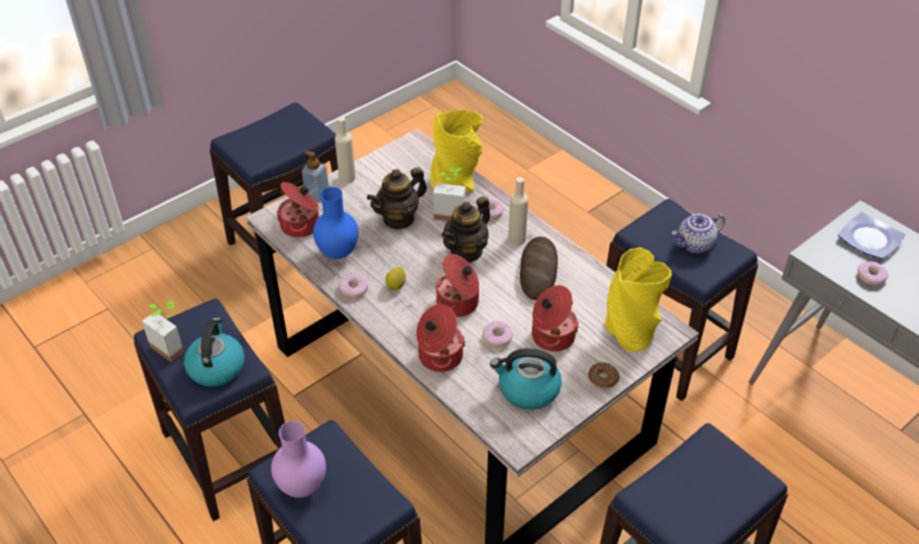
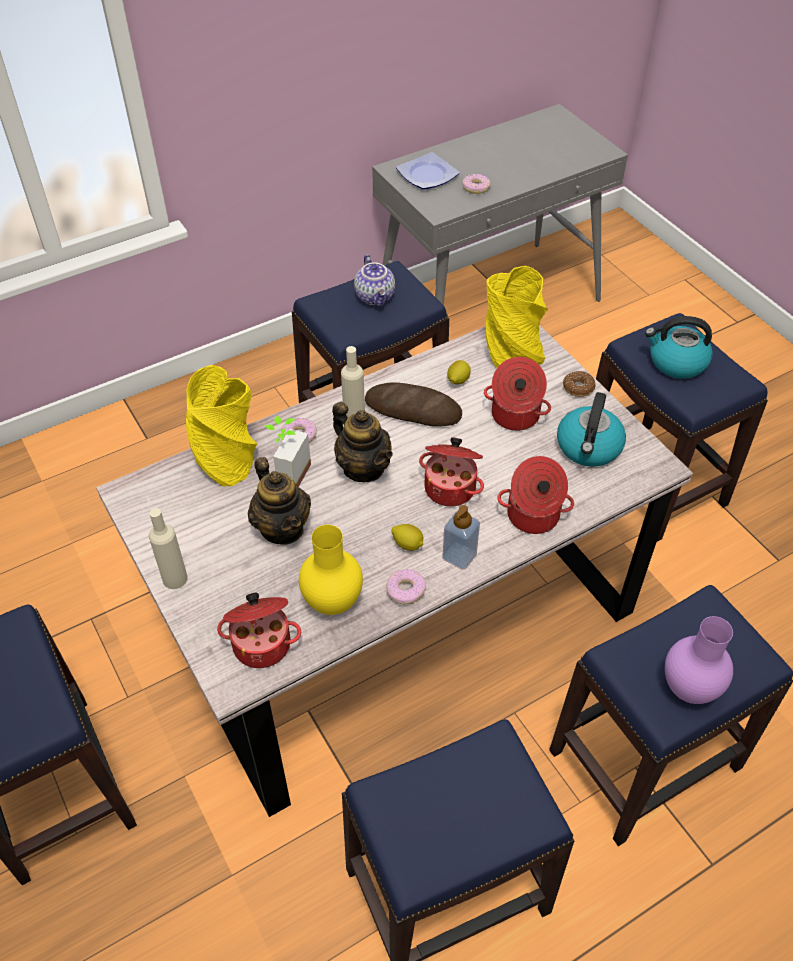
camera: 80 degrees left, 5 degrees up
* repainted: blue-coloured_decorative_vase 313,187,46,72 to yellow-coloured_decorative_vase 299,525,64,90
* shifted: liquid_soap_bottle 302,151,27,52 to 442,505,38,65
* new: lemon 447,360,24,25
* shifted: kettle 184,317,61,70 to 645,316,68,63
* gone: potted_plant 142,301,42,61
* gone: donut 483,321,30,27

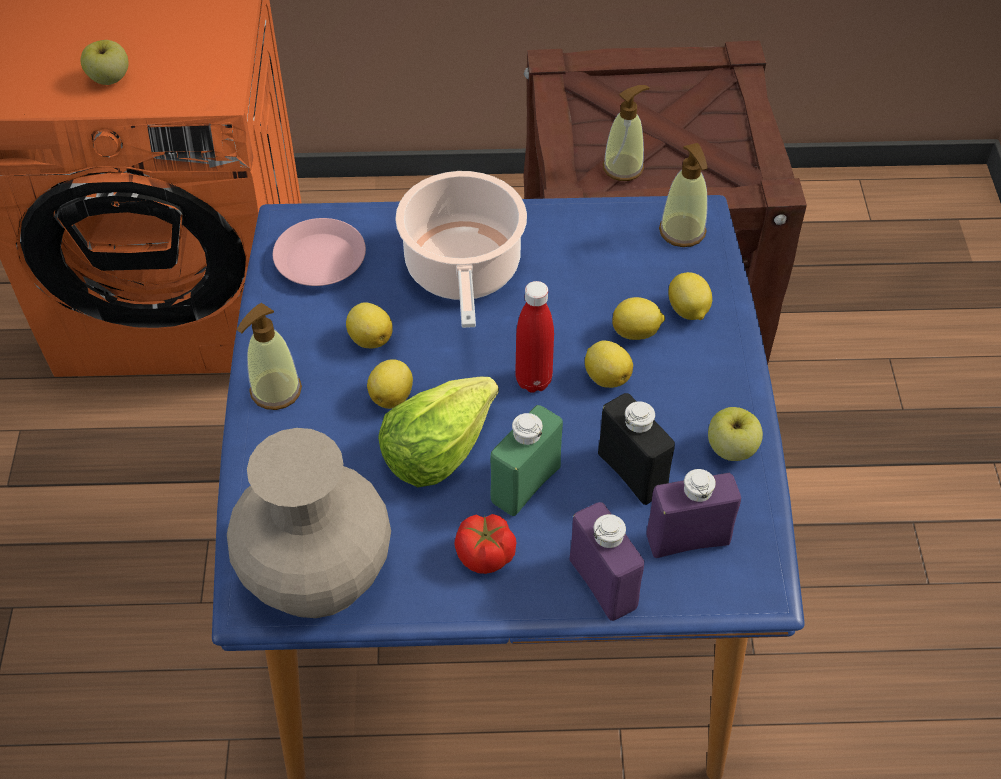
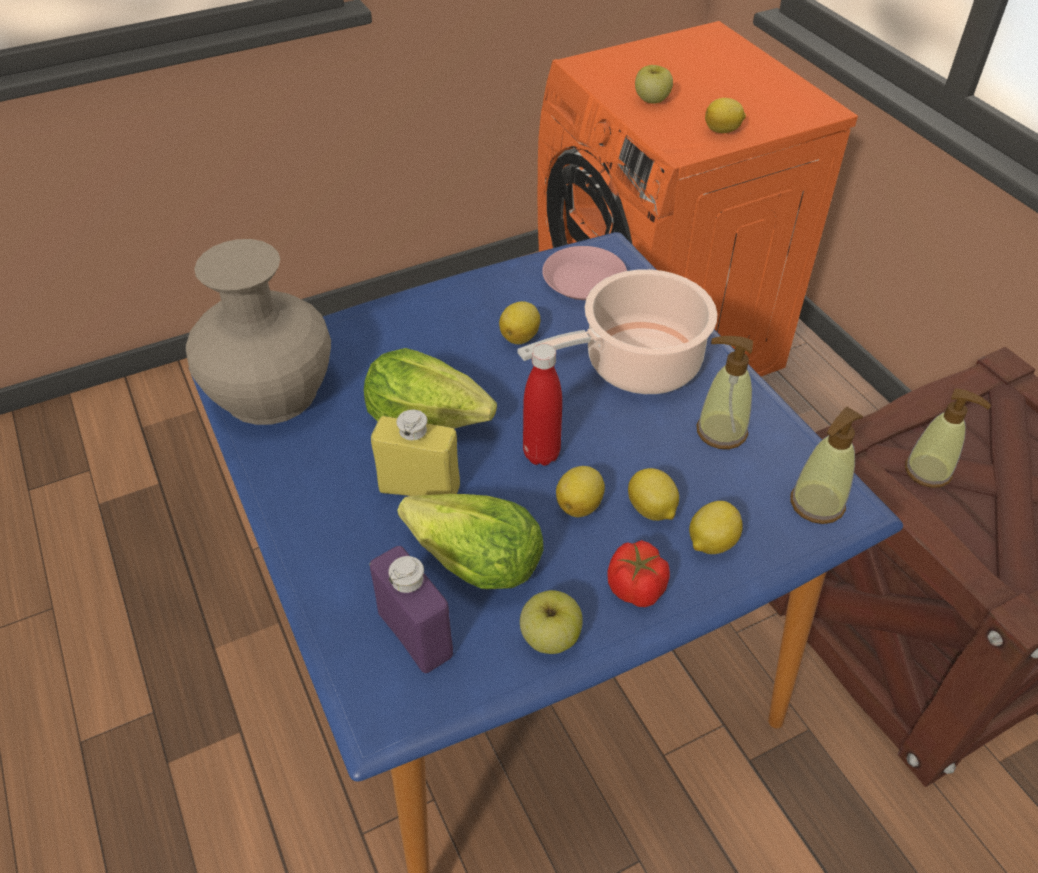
camera: 65 degrees right, 5 degrees down
* repainted: greenish_drink_bottle 490,405,73,111 to yellow-coloured_drink_bottle 371,410,89,86
* swapped: black-coloured_drink_bottle 598,393,77,112 to lettuce 397,494,147,95
* shifted: tomato 454,514,62,60 to 607,540,63,67
* shifted: liquid_soap_bottle 237,303,65,107 to 697,336,56,113
* shifted: lemon 367,359,46,50 to 705,98,41,35
* gone: purplish_drink_bottle 570,502,74,119

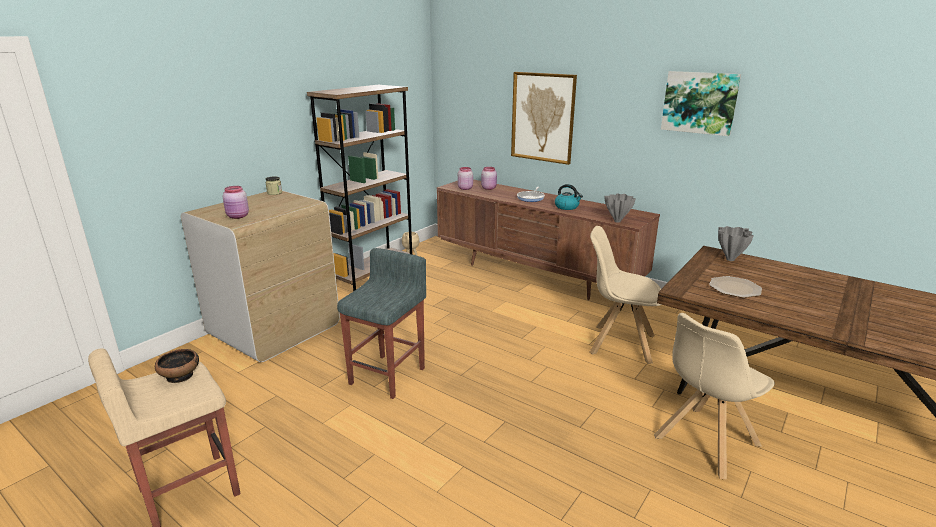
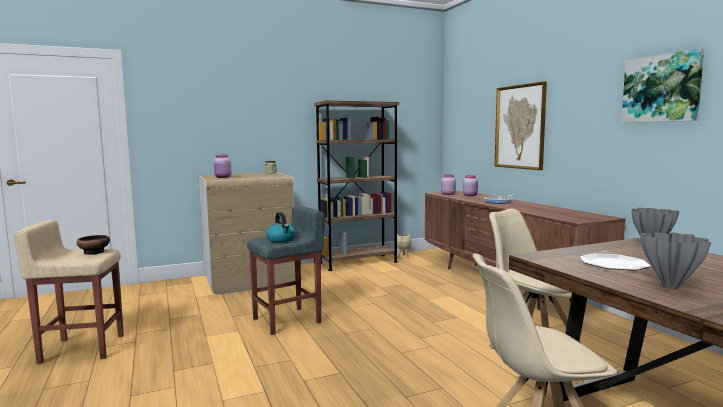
camera: 30 degrees right, 15 degrees down
* shifted: kettle 555,184,28,26 to 266,212,30,30
* shifted: grey_decorative_vase 605,193,31,30 to 640,232,71,58

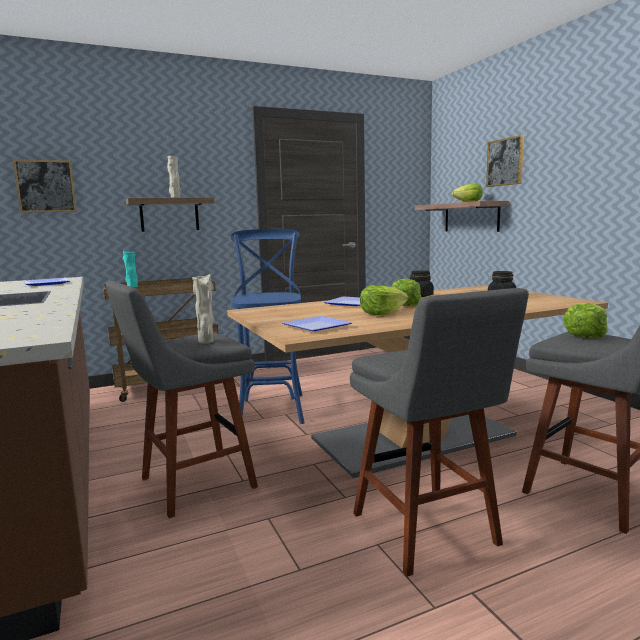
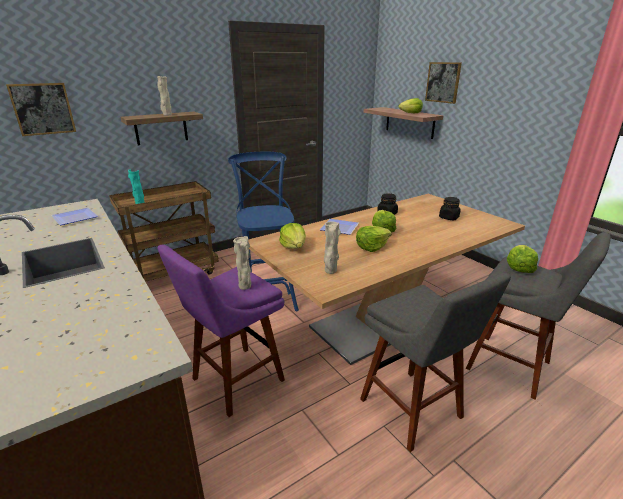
camera: 10 degrees left, 15 degrees up
* repainted: grey_sitting_stool 106,281,152,237 to purplish_sitting_stool 157,245,128,172
* new: lettuce 279,223,27,26
* swapped: dinner_plate 282,316,71,15 to beige_decorative_vase 324,222,17,52

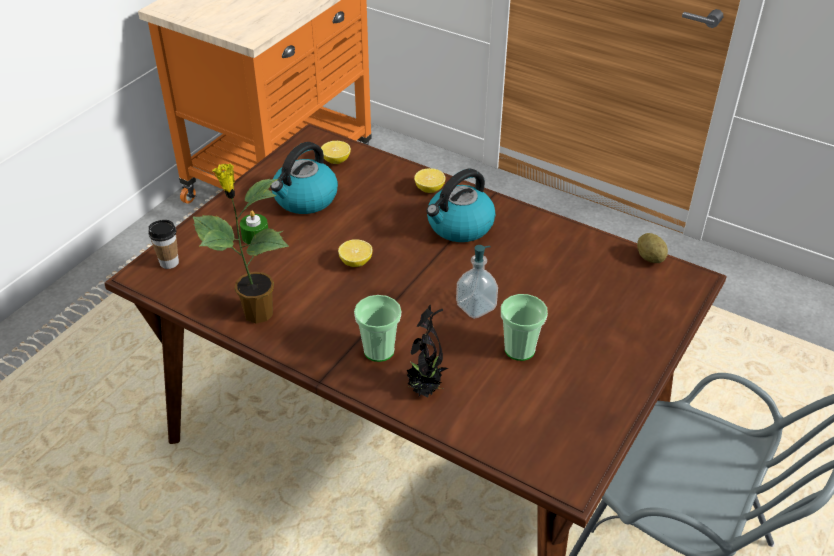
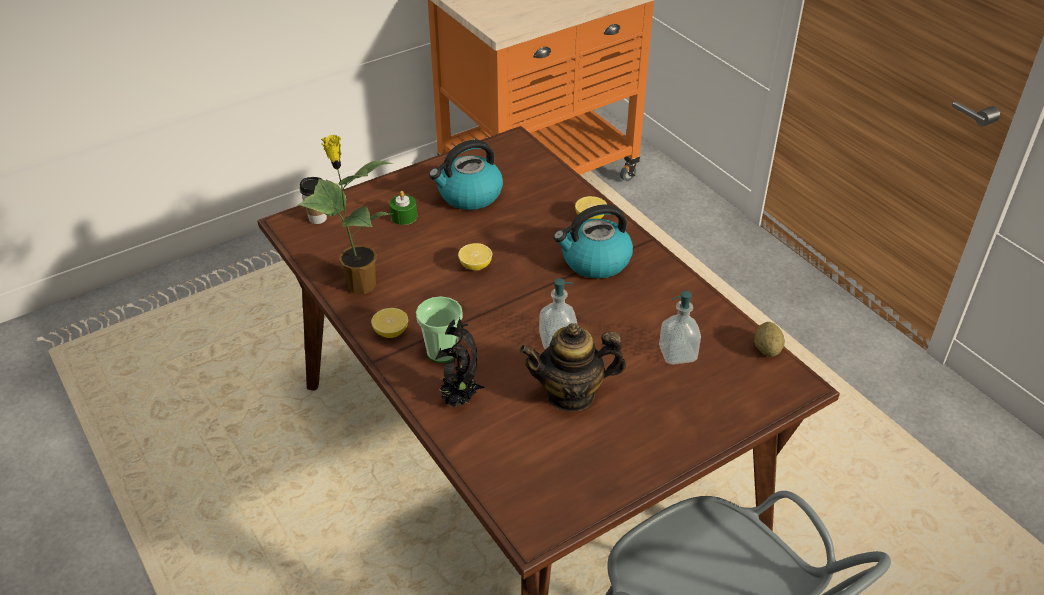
camera: 25 degrees right, 0 degrees up
* shifted: lemon 321,141,30,23 to 371,308,37,30
* swapped: drinking_cup 501,294,47,67 to pot_for_tea 519,323,107,89
* new: liquid_soap_bottle 659,291,42,74

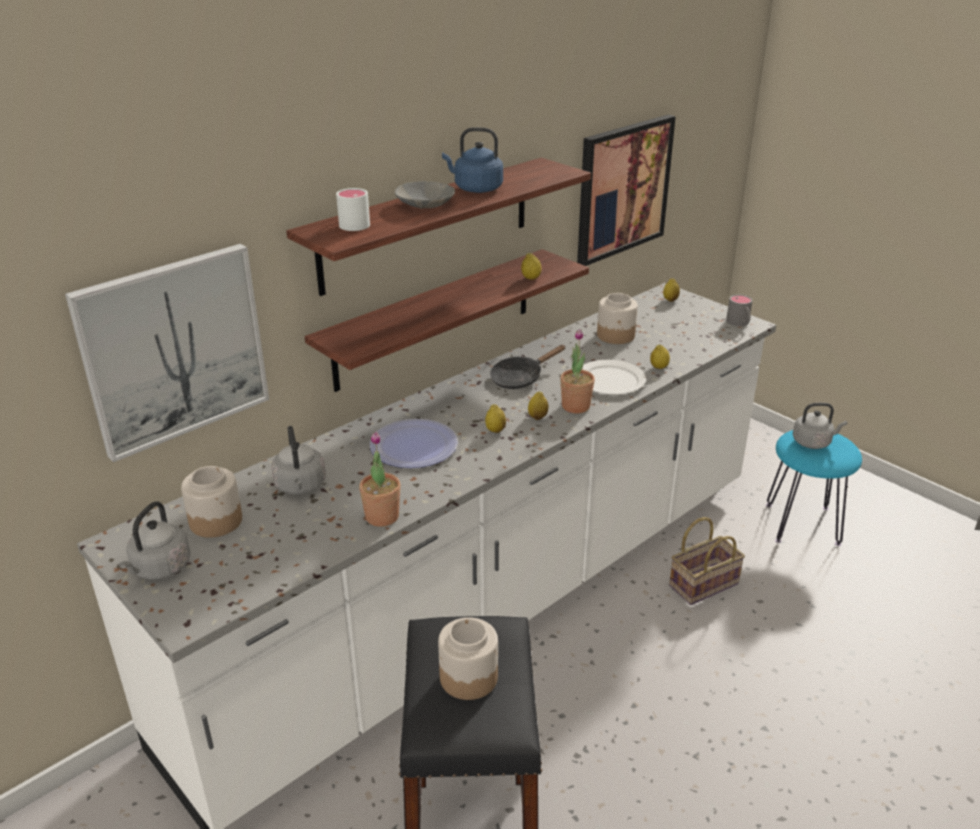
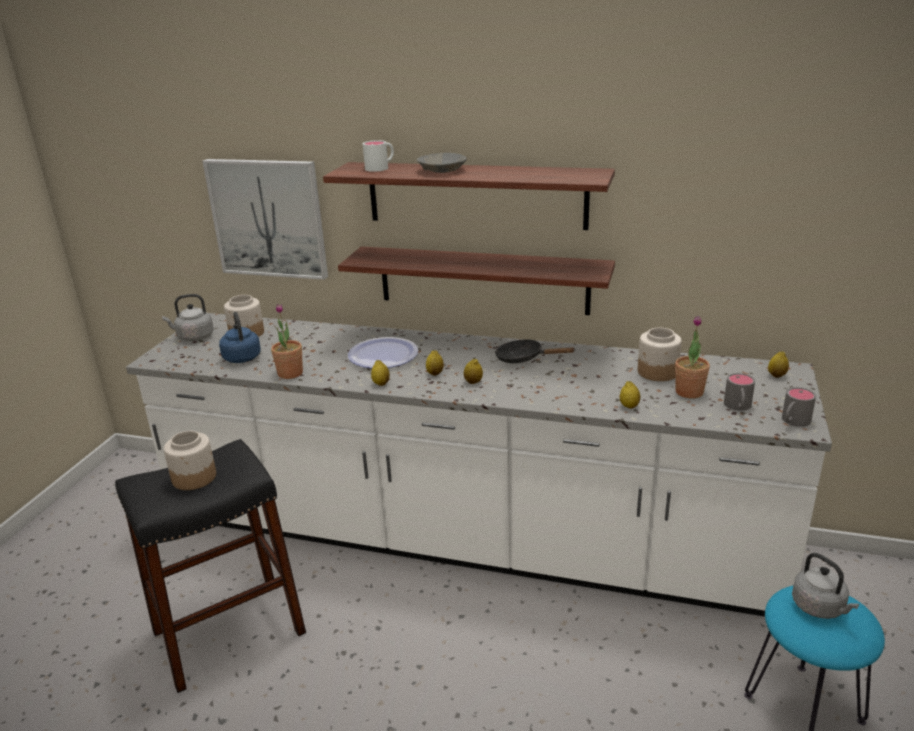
camera: 60 degrees right, 5 degrees down
* shifted: blue-coloured_kettle 442,127,61,66 to 219,312,42,51
* shifted: lemon 521,253,21,27 to 371,360,19,26
* shifted: potted_plant 560,329,35,84 to 675,316,35,82
* new: grey_coffee_mug 724,373,31,38
* gone: grey_kettle 272,426,54,68
* gone: picture 577,115,99,151
* gone: white_dinner_plate 582,360,64,34
* gone: storage_basket 669,517,76,88

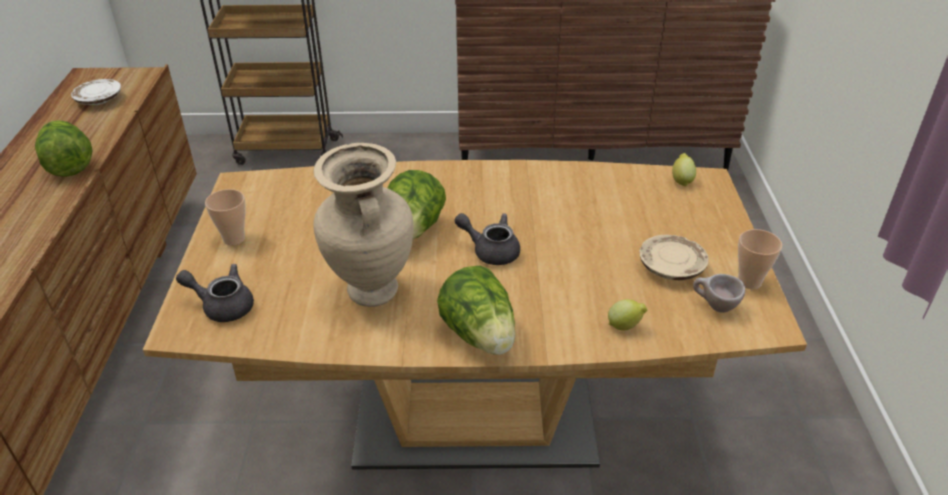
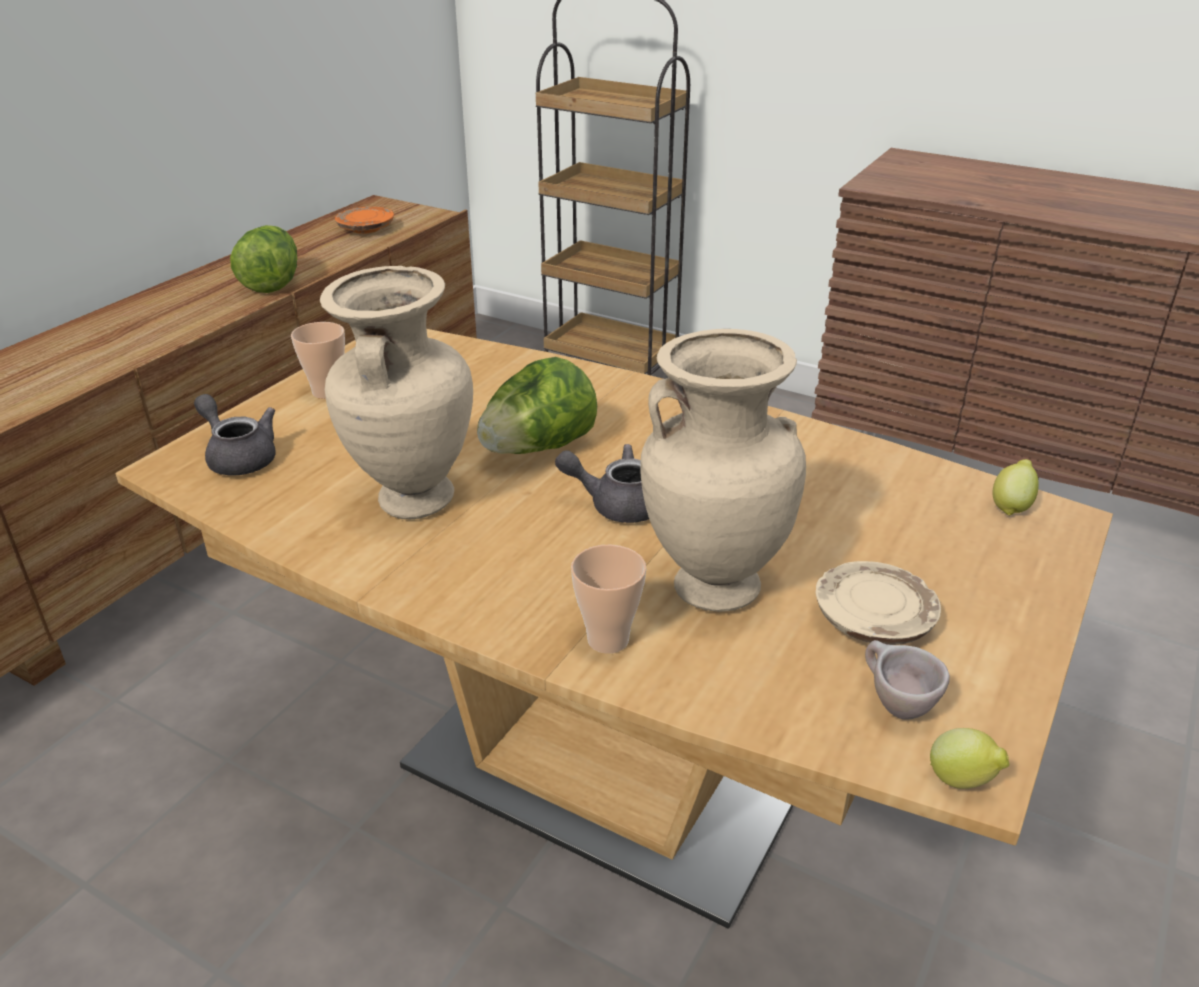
camera: 30 degrees right, 5 degrees down
* repainted: white_dinner_plate 71,79,50,26 to orange-coloured_dinner_plate 335,207,59,27
* rotated: grey_pot_for_tea 454,213,66,52 = 555,444,94,79 45 degrees counterclockwise
* shifted: drinking_cup 738,229,44,60 to 571,545,75,109
* new: beige_decorative_vase 640,329,166,283
* shifted: lemon 608,299,39,32 to 930,728,79,61
* gone: lettuce 437,266,78,89

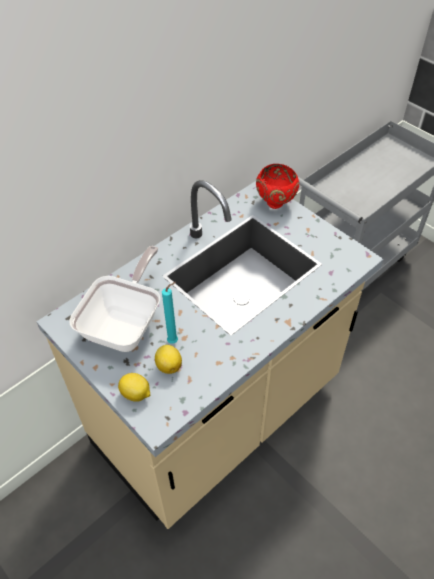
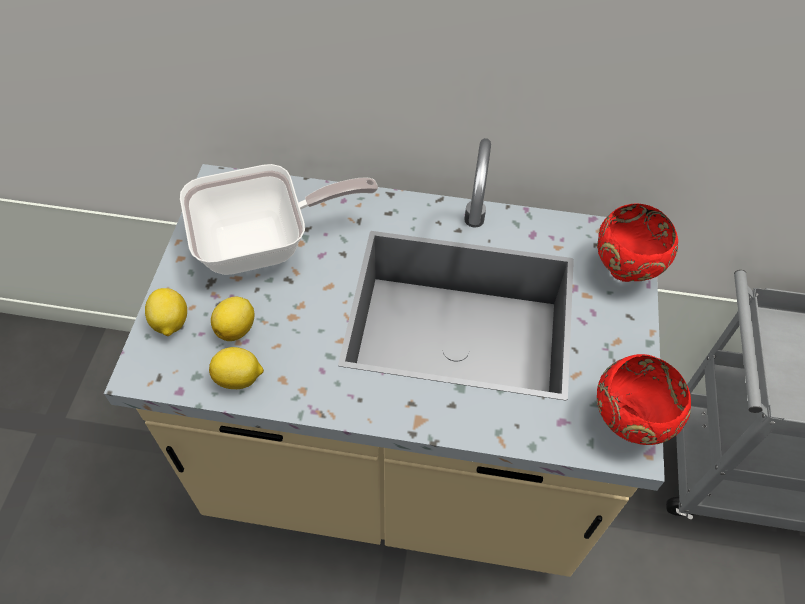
camera: 50 degrees right, 5 degrees up
* new: lemon 209,347,55,42
* new: red_deep_dish 597,354,94,91
* gone: blue-green_wax_light 162,282,16,62

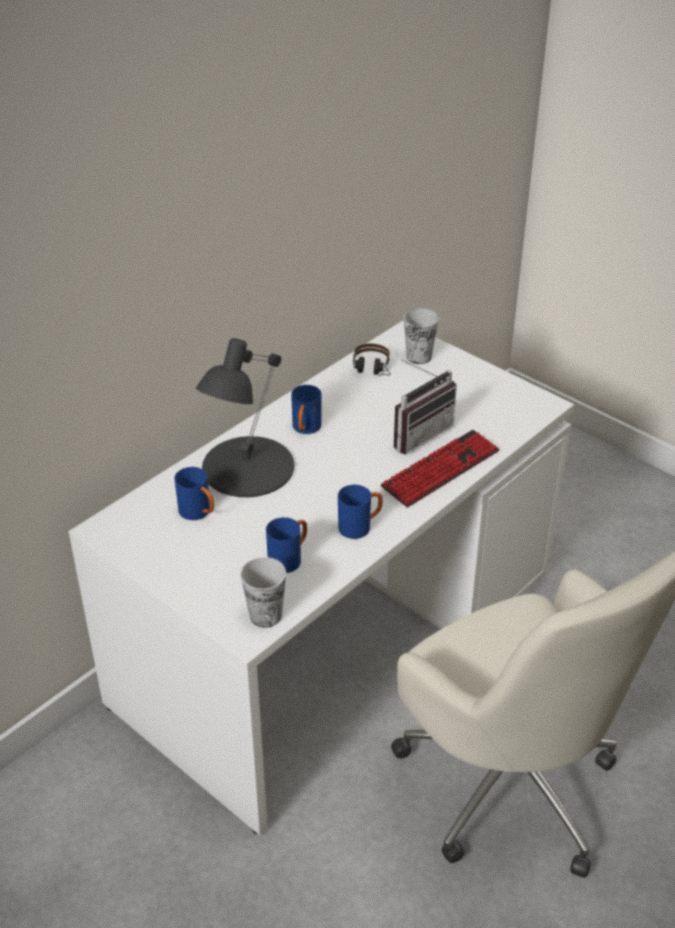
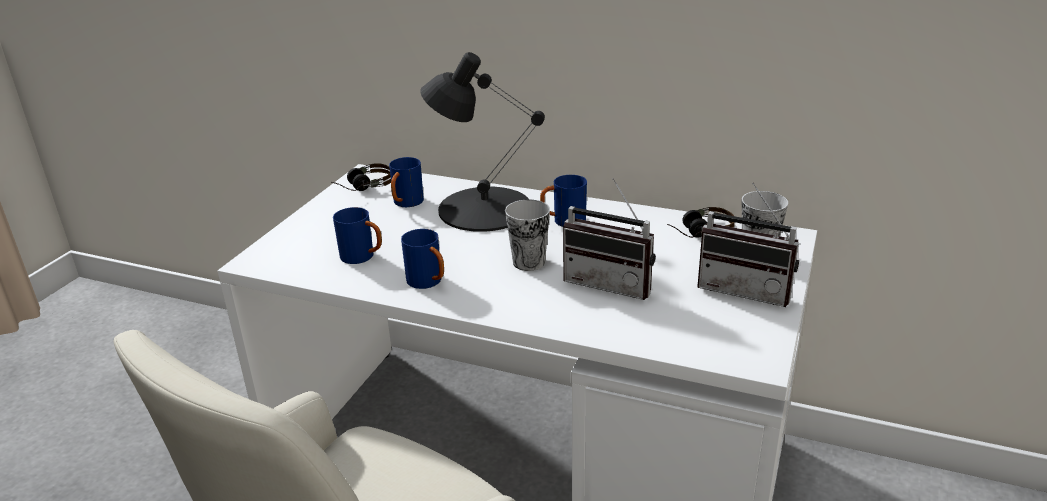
camera: 70 degrees right, 10 degrees down
* new: headphones 331,163,60,28
* shifted: drinking_cup 241,557,45,71 to 505,200,45,71
* new: radio_receiver 697,183,102,124
* gone: computer_keyboard 381,430,118,77

